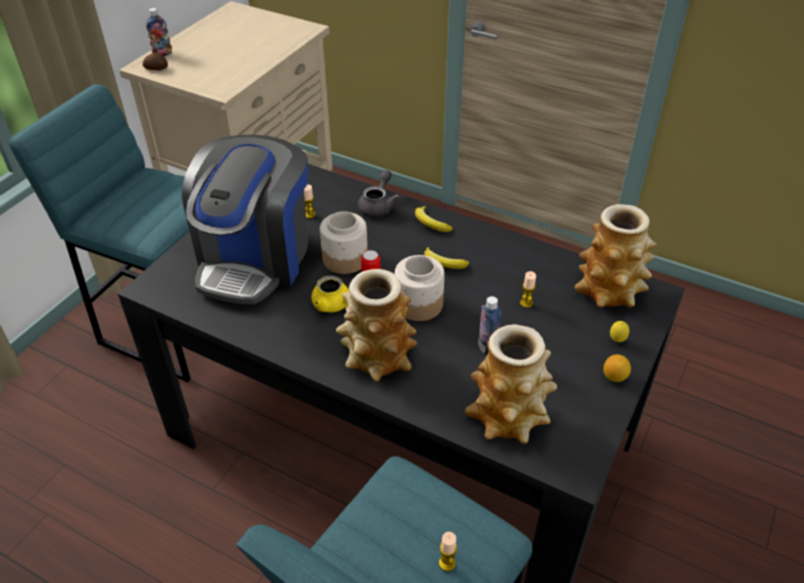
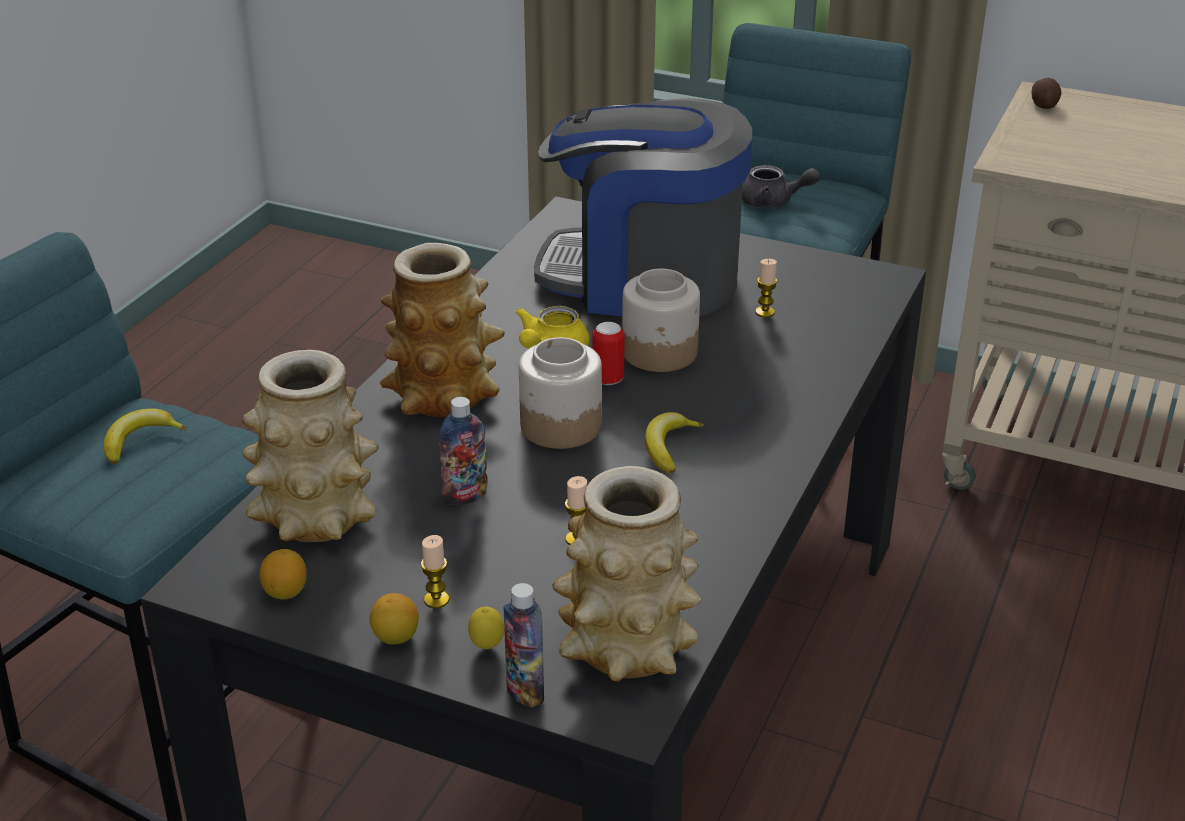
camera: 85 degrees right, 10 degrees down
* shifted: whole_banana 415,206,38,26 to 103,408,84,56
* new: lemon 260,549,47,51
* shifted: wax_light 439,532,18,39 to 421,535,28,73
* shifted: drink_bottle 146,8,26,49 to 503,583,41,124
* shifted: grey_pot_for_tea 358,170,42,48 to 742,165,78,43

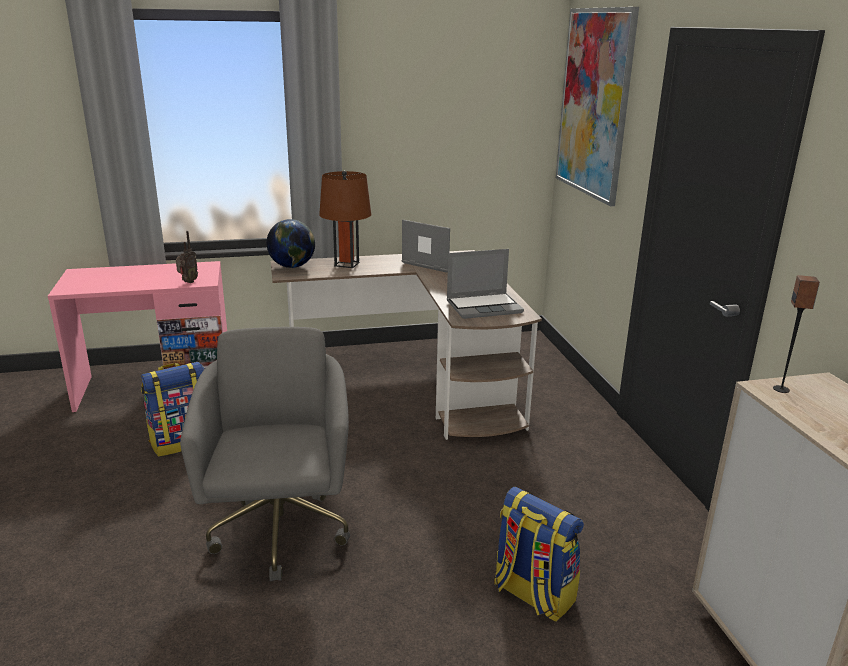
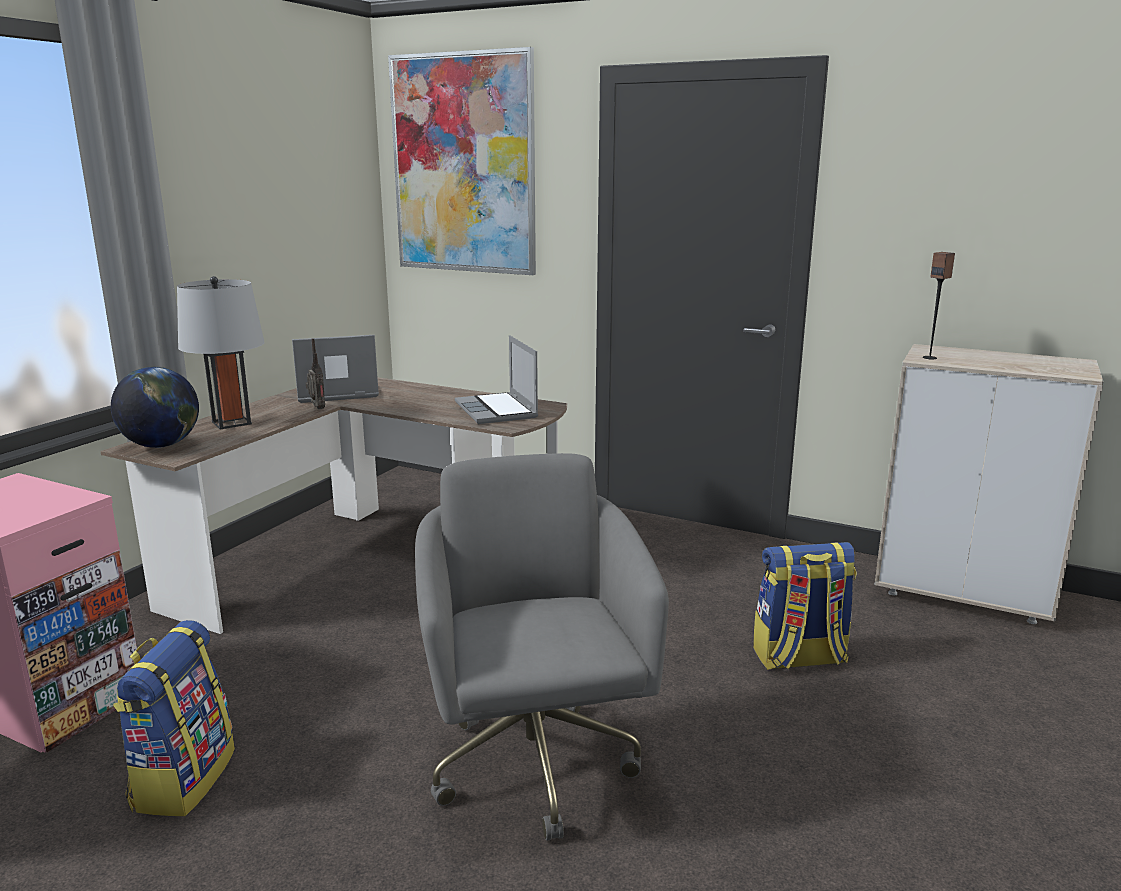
camera: 50 degrees left, 5 degrees down
* repainted: brown_lamp_for_a_table 319,171,52,97 to grey_lamp_for_a_table 177,276,88,154
* shifted: radio_receiver 176,231,22,52 to 306,338,19,71
* rotated: grey_office_chair 180,327,170,254 = 415,453,254,388 45 degrees clockwise
* rotated: notebook_computer 447,249,77,70 = 455,335,83,89 135 degrees clockwise

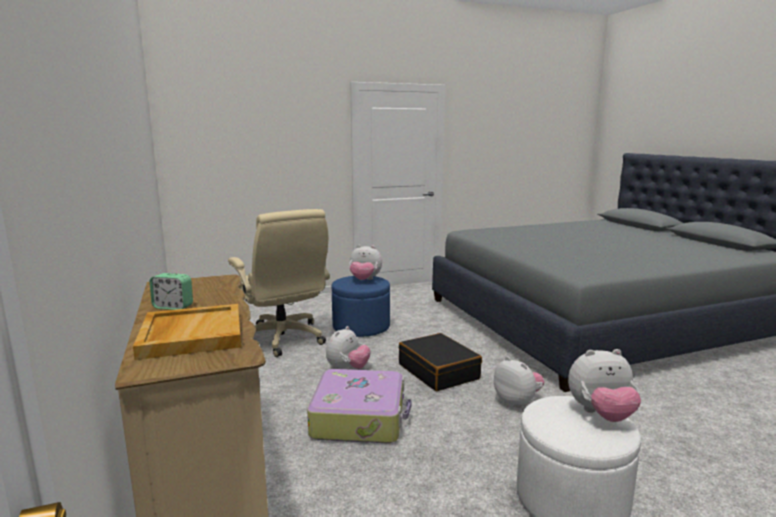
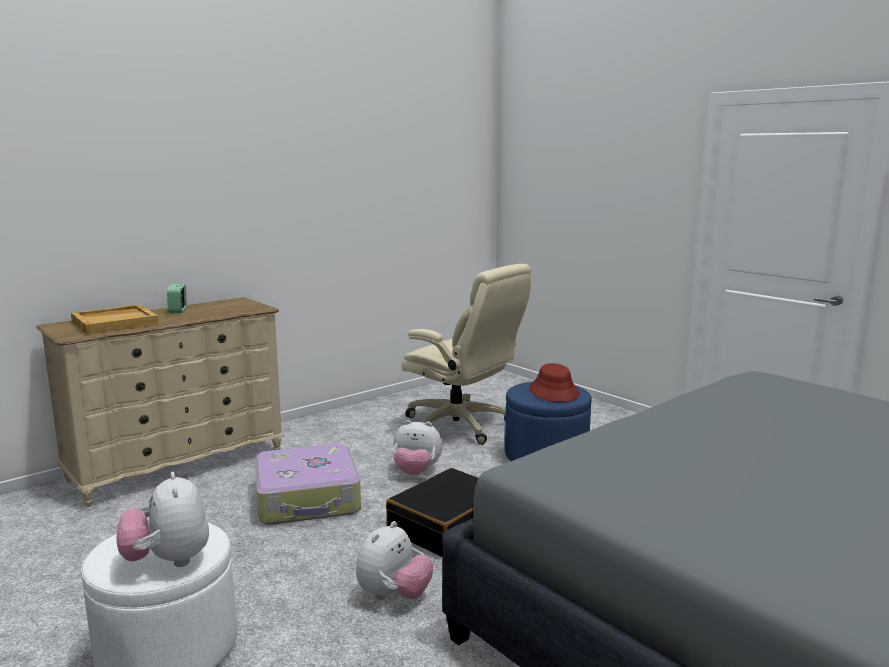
camera: 70 degrees right, 0 degrees up
* rotated: beige_office_chair 228,209,102,148 = 401,264,130,181 90 degrees counterclockwise
* swapped: soft_toy 349,245,33,35 to red_clothing_hat 529,363,51,39

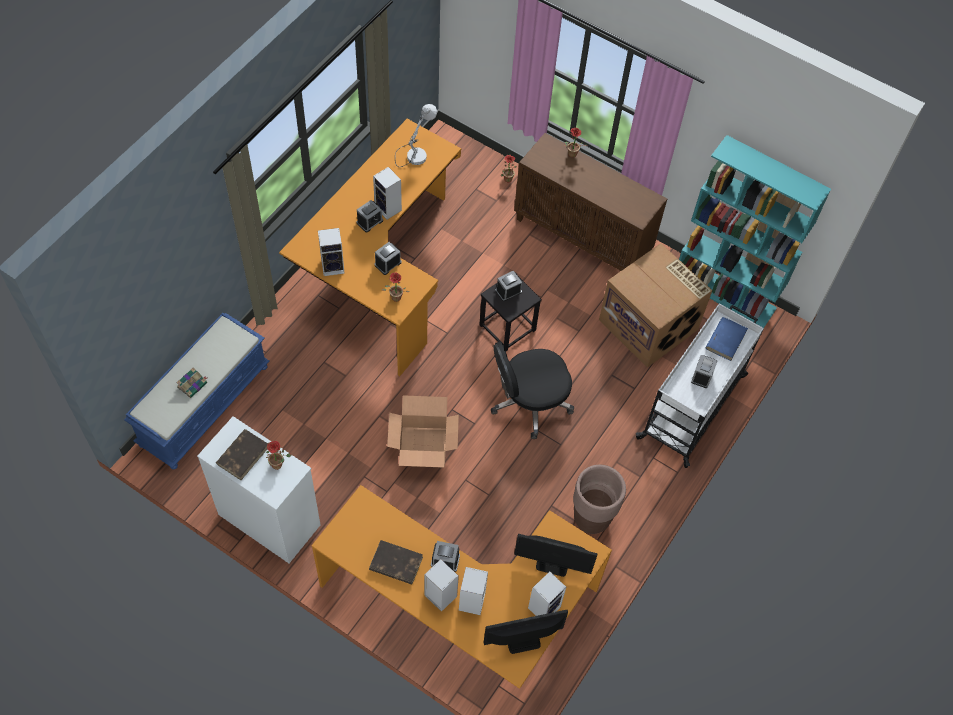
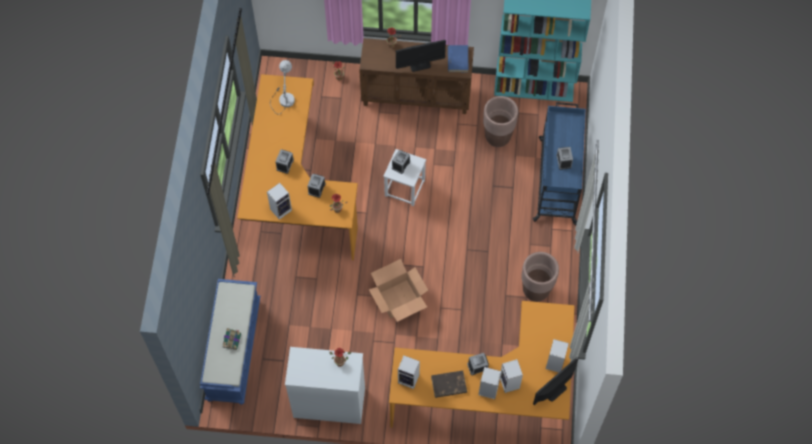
camera: 25 degrees left, 5 degrees up
* repainted: black-coloured_sitting_stool 479,277,63,74 to white_sitting_stool 383,149,43,57
* shifted: computer_display 514,534,83,43 to 396,40,50,32
* shifted: speaker 373,167,29,53 to 398,356,22,33
* shifted: blue-coloured_bound_book 706,317,42,44 to 448,45,21,27
* swapped: carton 599,243,113,125 to brown_planter 483,96,35,51
* repainted: white_trolley 636,303,128,165 to blue-coloured_trolley 533,102,53,123
* gone: brown_bound_book 216,429,52,51
* gone: black-coloured_office_chair 491,342,83,97

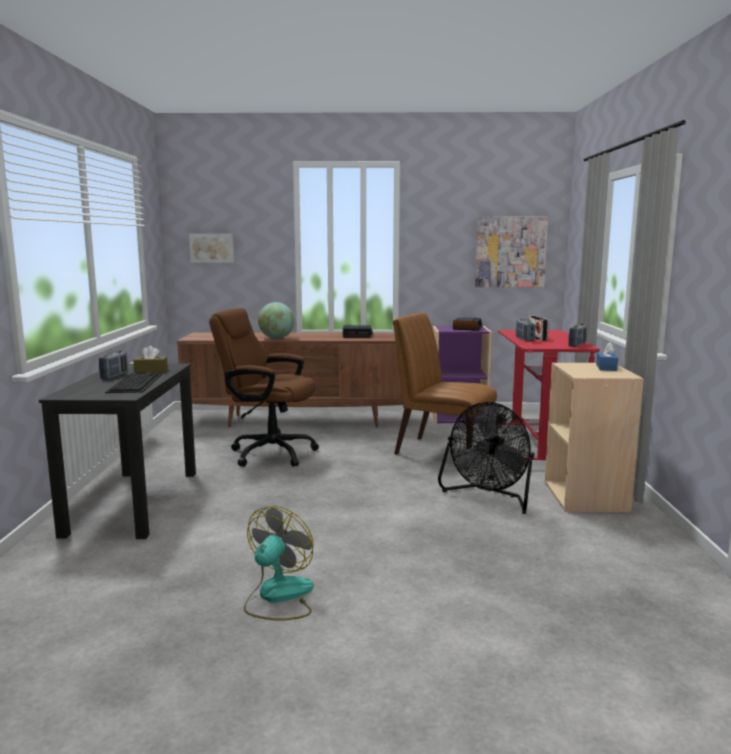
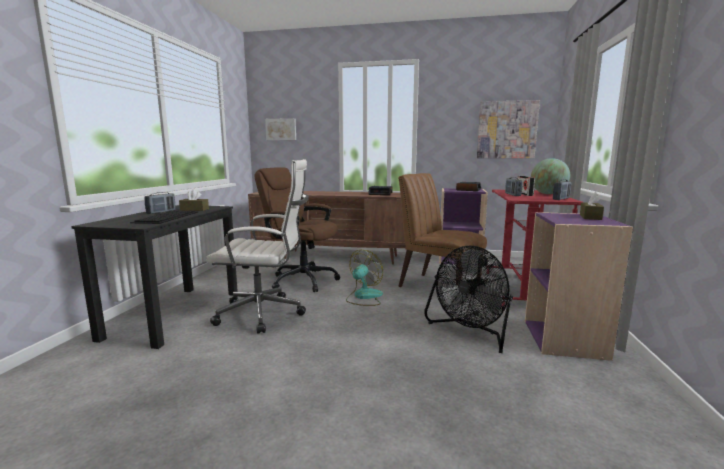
camera: 10 degrees right, 0 degrees up
* new: white_office_chair 206,159,103,175
* shifted: electric_fan 244,506,70,115 to 346,250,37,56
* repainted: beige_shelving_unit 545,363,99,149 to purplish_shelving_unit 525,212,108,149
* shifted: desk_globe 258,302,37,37 to 531,158,39,36
* repainted: blue-coloured_tissue_box 596,342,22,29 to brown_tissue_box 580,192,24,28

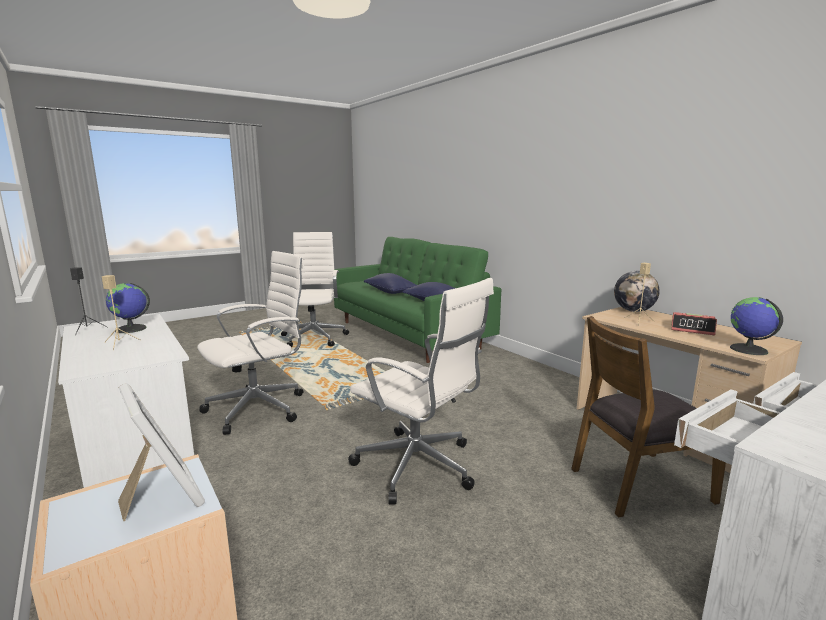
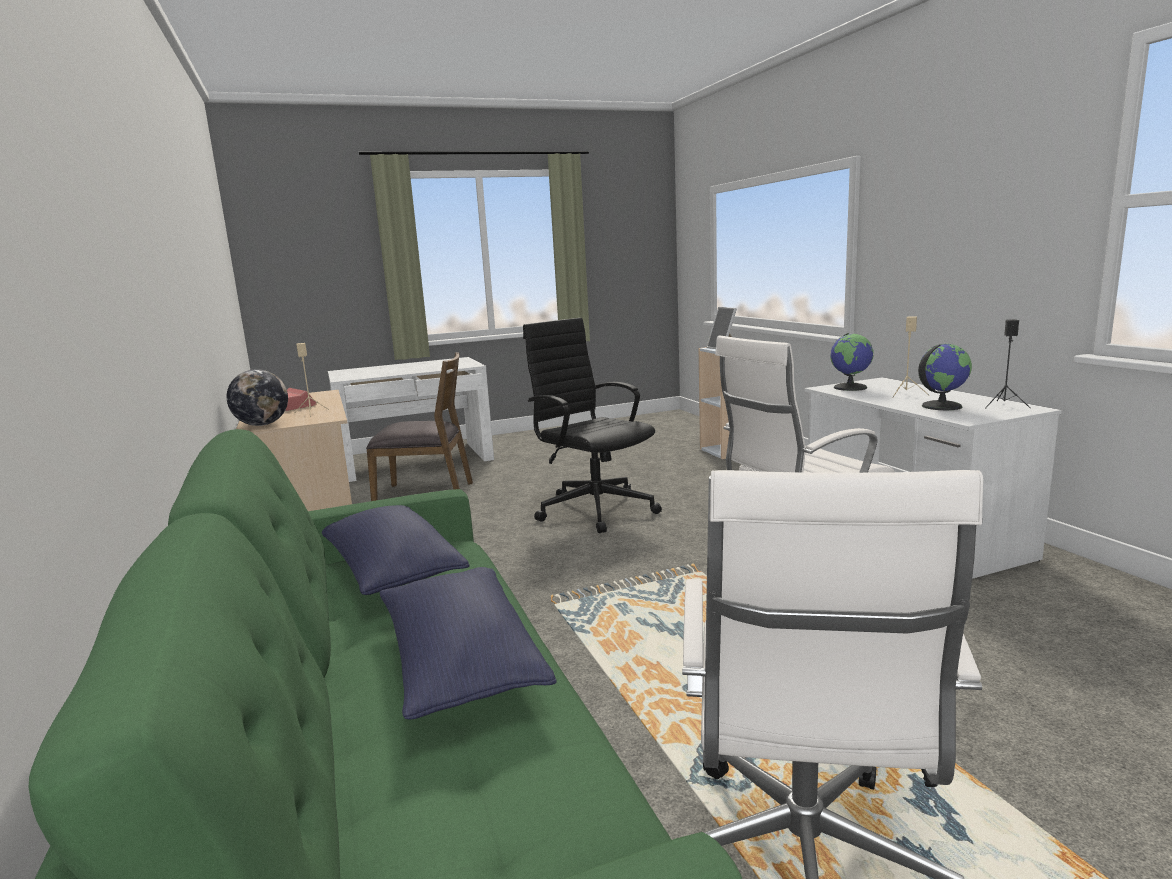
camera: 165 degrees left, 0 degrees up
* repainted: white_office_chair 348,278,146,226 to black-coloured_office_chair 523,318,139,215
* shifted: desk_globe 730,297,53,58 to 830,333,44,58

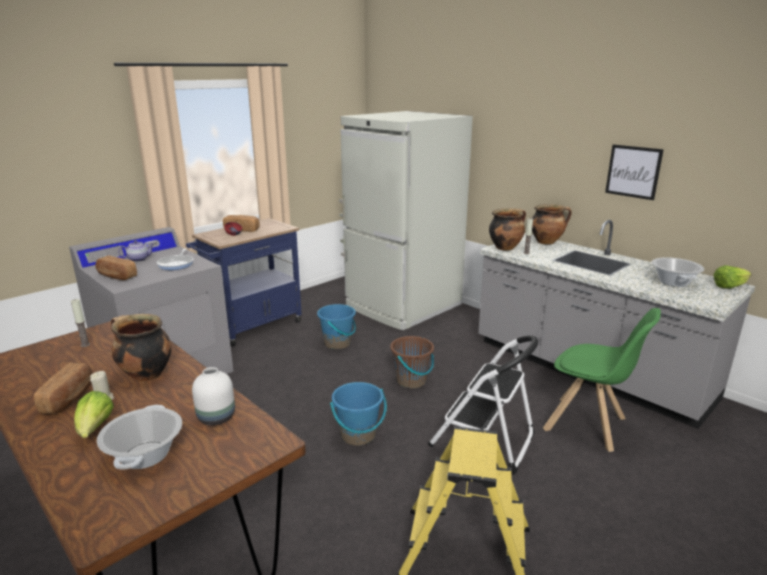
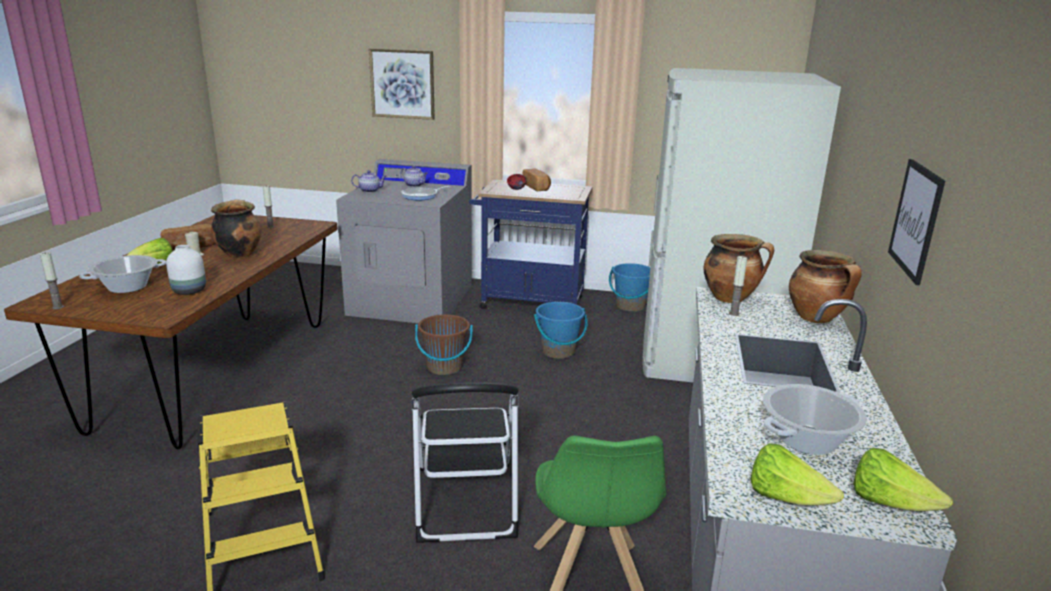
camera: 55 degrees right, 0 degrees up
* new: wax_light 40,252,24,57
* swapped: baked_bread 95,256,42,24 to pot_for_tea 351,170,35,22
* new: picture 369,49,66,71
* shifted: brown_pail 390,336,44,52 to 415,314,58,61
* shifted: blue-coloured_pail 330,382,57,64 to 609,263,41,49
* new: lettuce 750,443,94,62

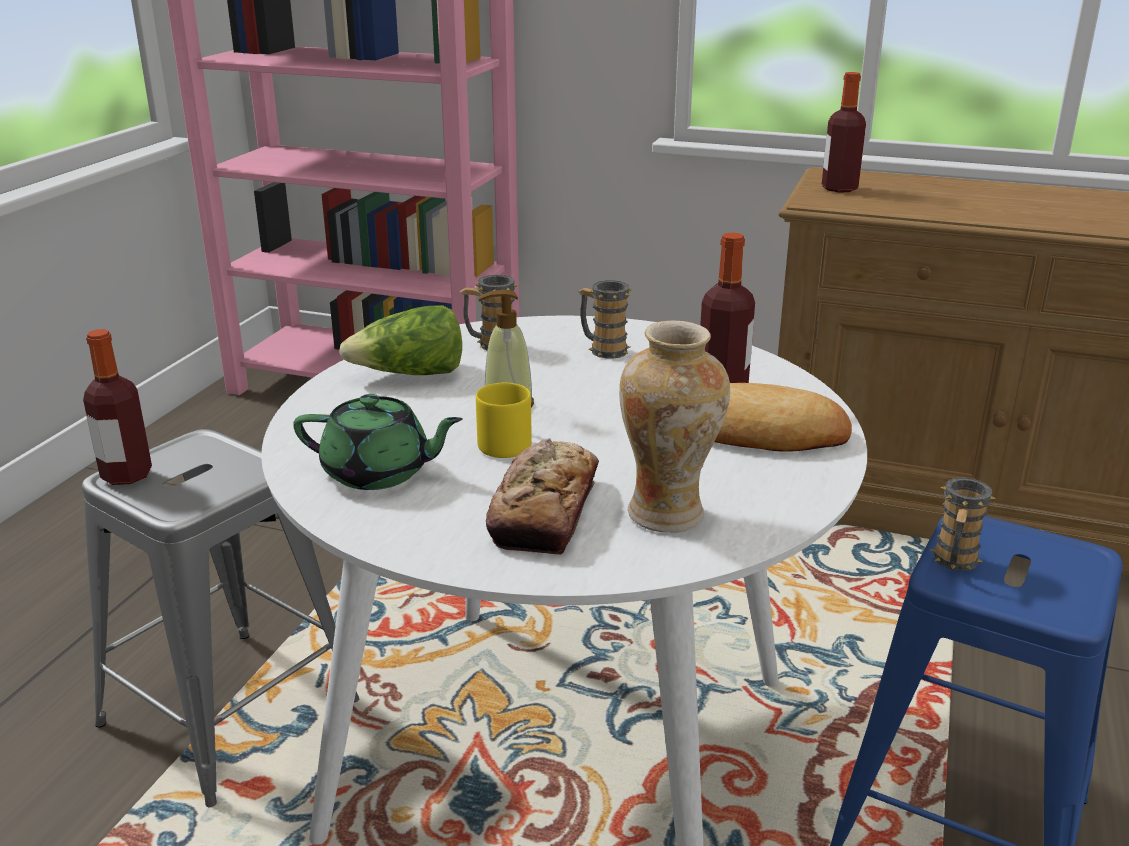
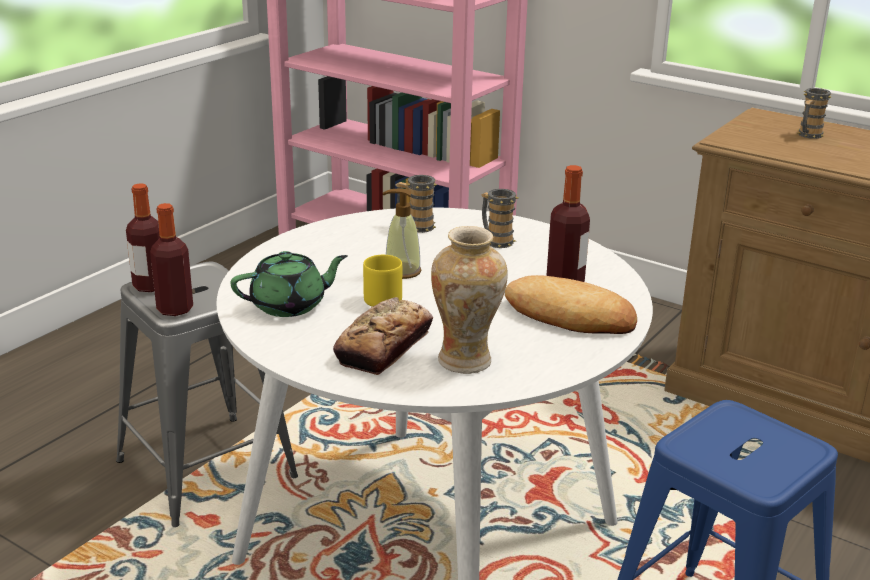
camera: 15 degrees right, 0 degrees up
* shifted: drink_bottle 822,72,44,121 to 150,203,43,113
* rotated: greenish_pot_for_tea 293,394,170,96 = 230,251,117,66 45 degrees counterclockwise
* shifted: coffee_mug 930,477,66,94 to 798,88,33,51
* gone: lettuce 339,305,123,70

